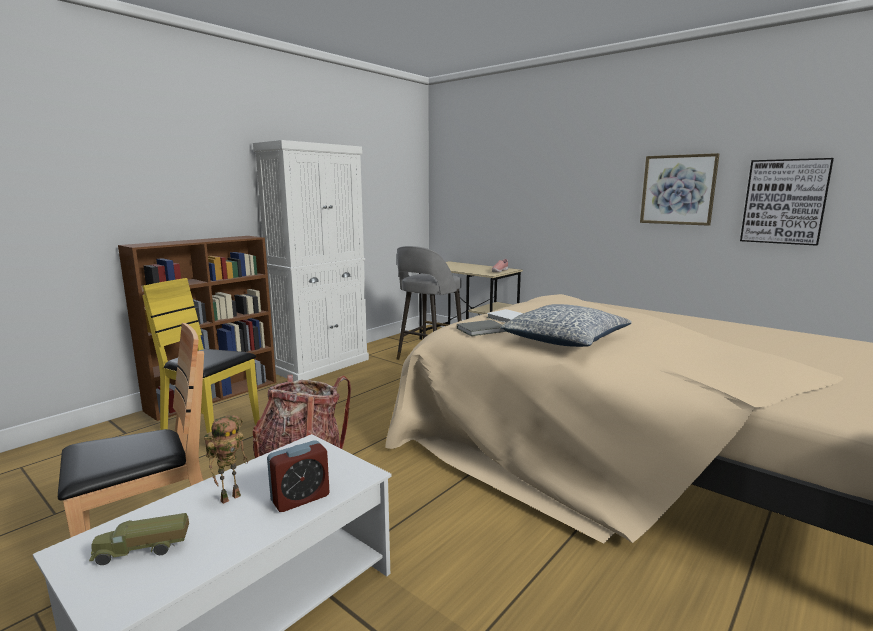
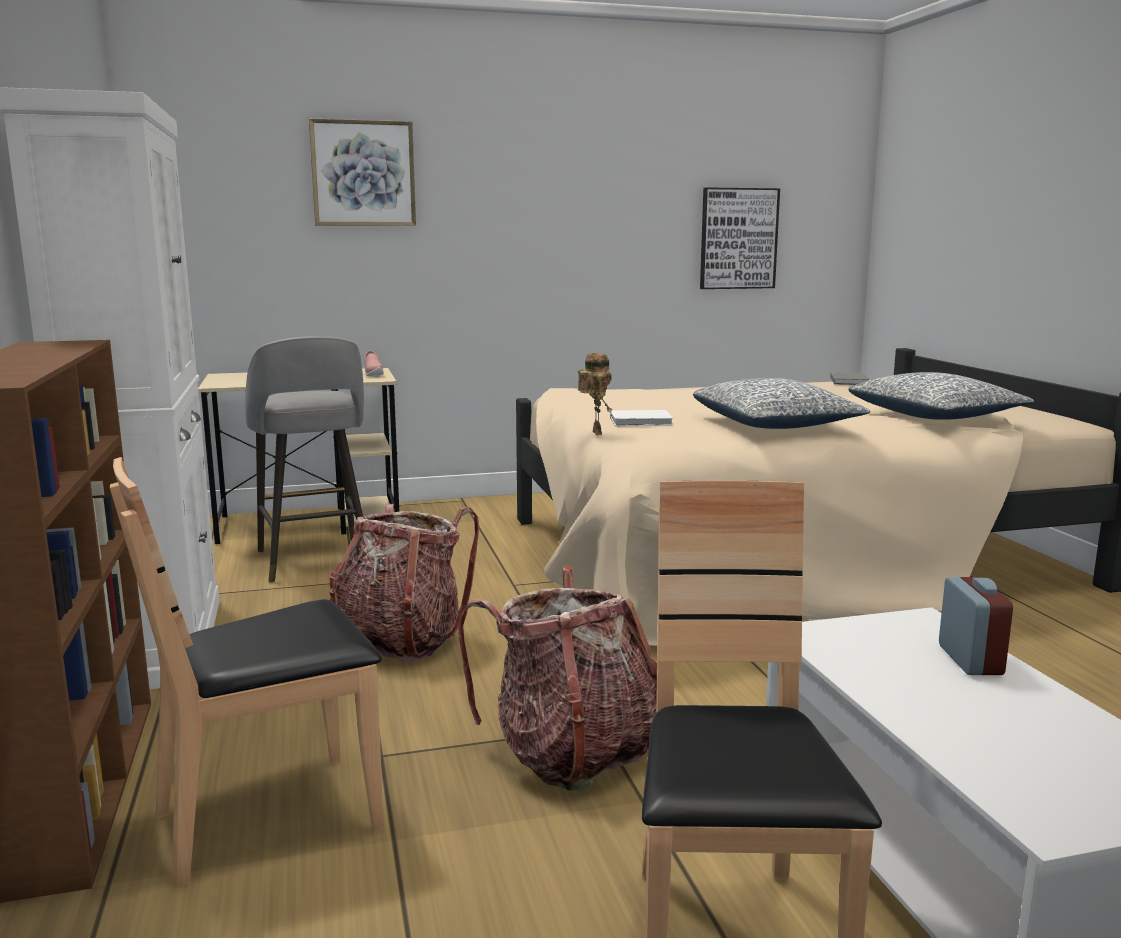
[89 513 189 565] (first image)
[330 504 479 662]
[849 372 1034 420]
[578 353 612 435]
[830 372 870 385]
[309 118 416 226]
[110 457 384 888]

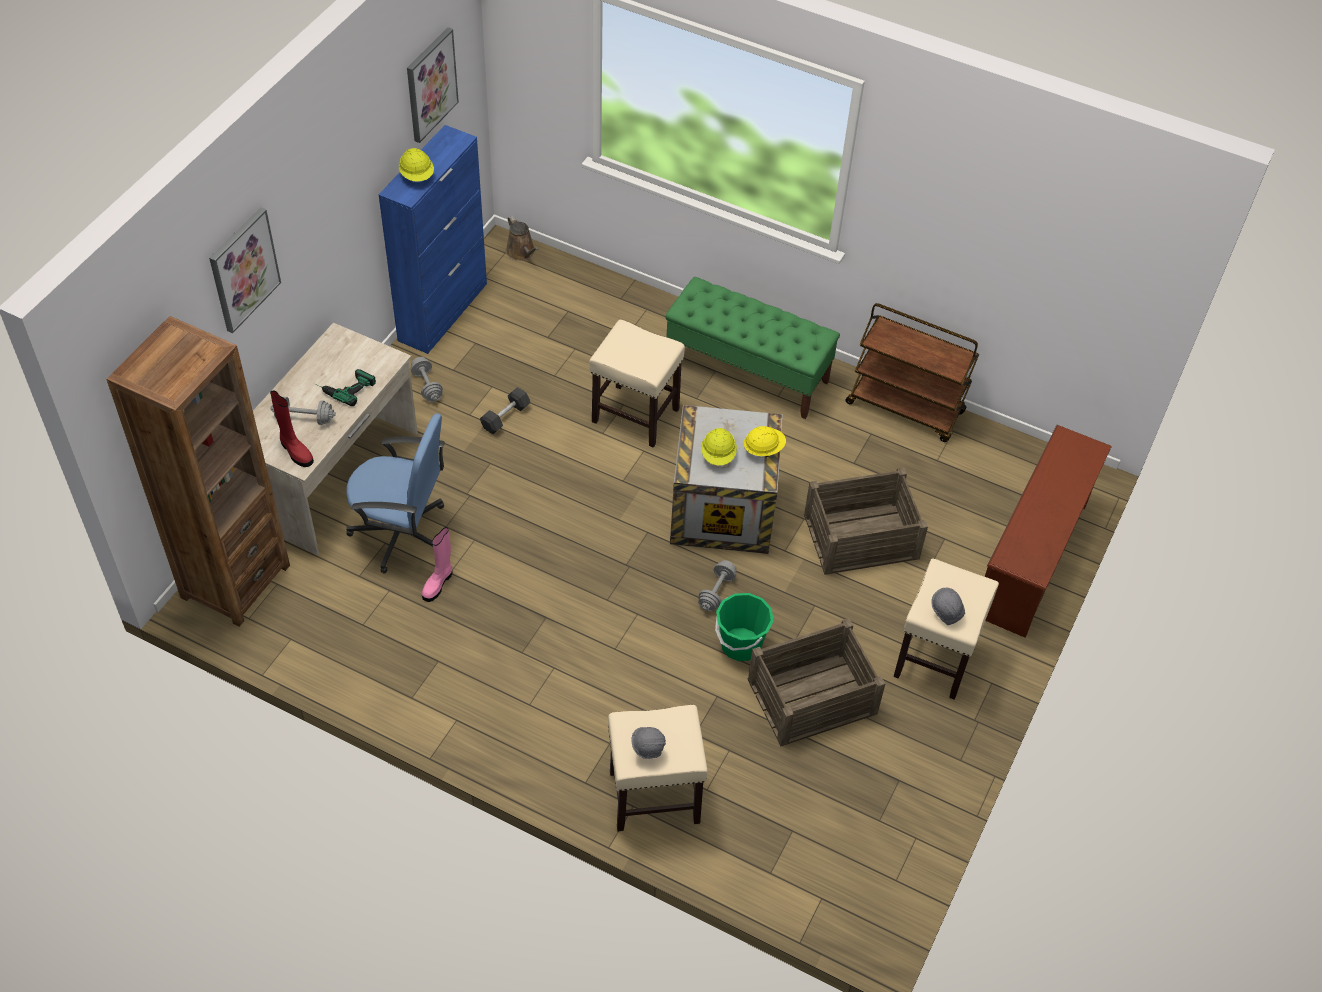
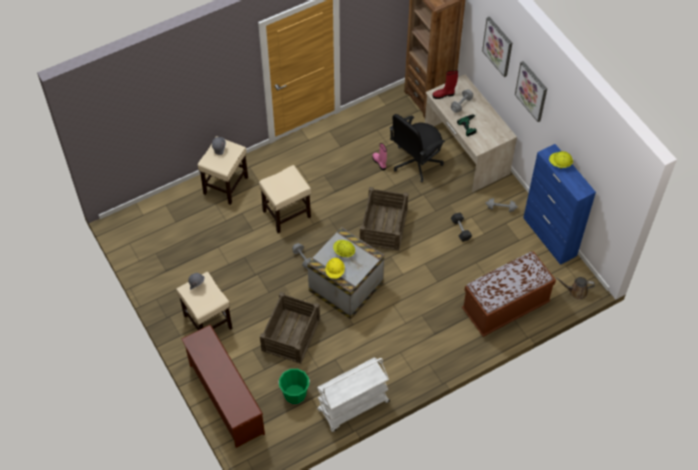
[665 277 840 419] (first image)
[462 251 556 337]
[515 61 547 122]
[259 165 311 233]
[278 369 310 404]
[360 187 409 251]
[389 114 445 183]
[317 358 390 432]

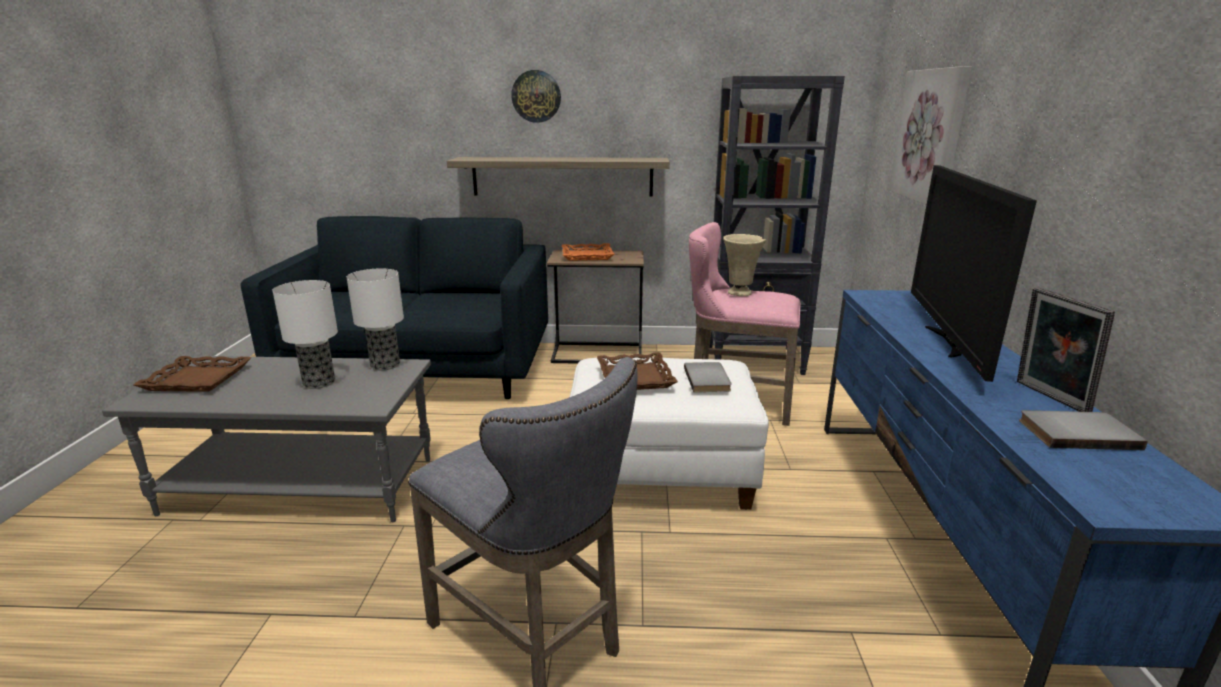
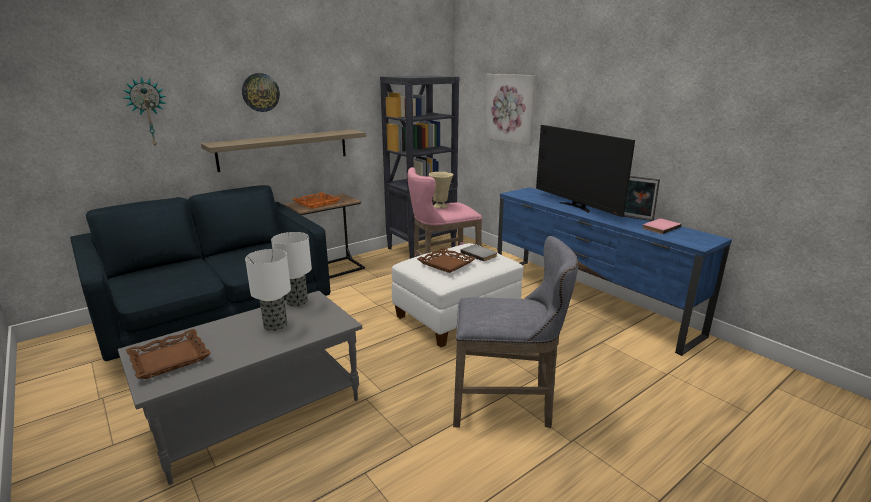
[123 77 166 148]
[642 218 682 234]

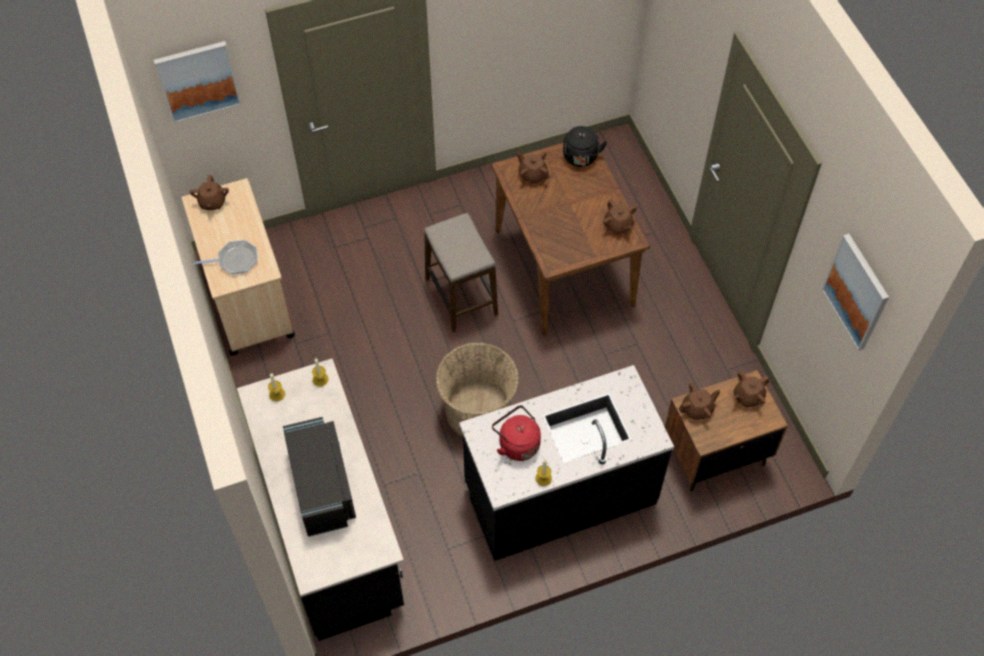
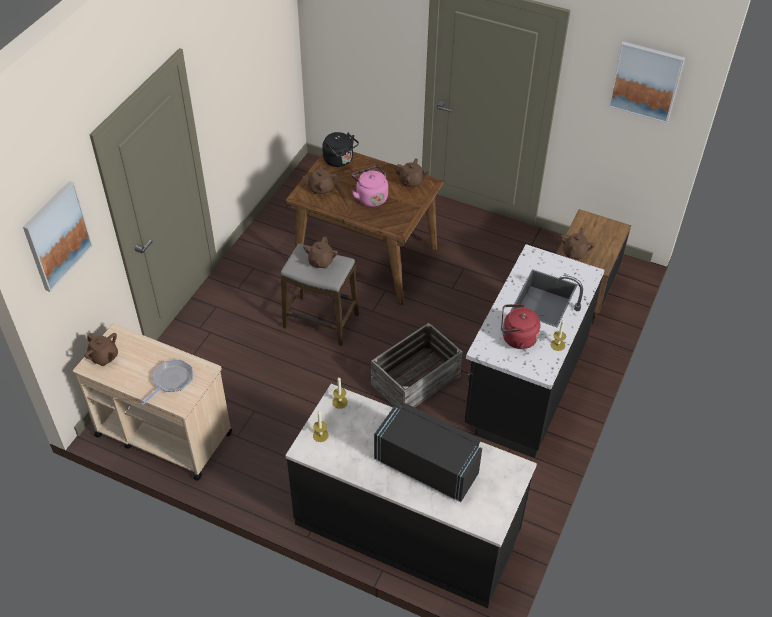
[352 166 388 207]
[303 237 338 269]
[371 323 463 409]

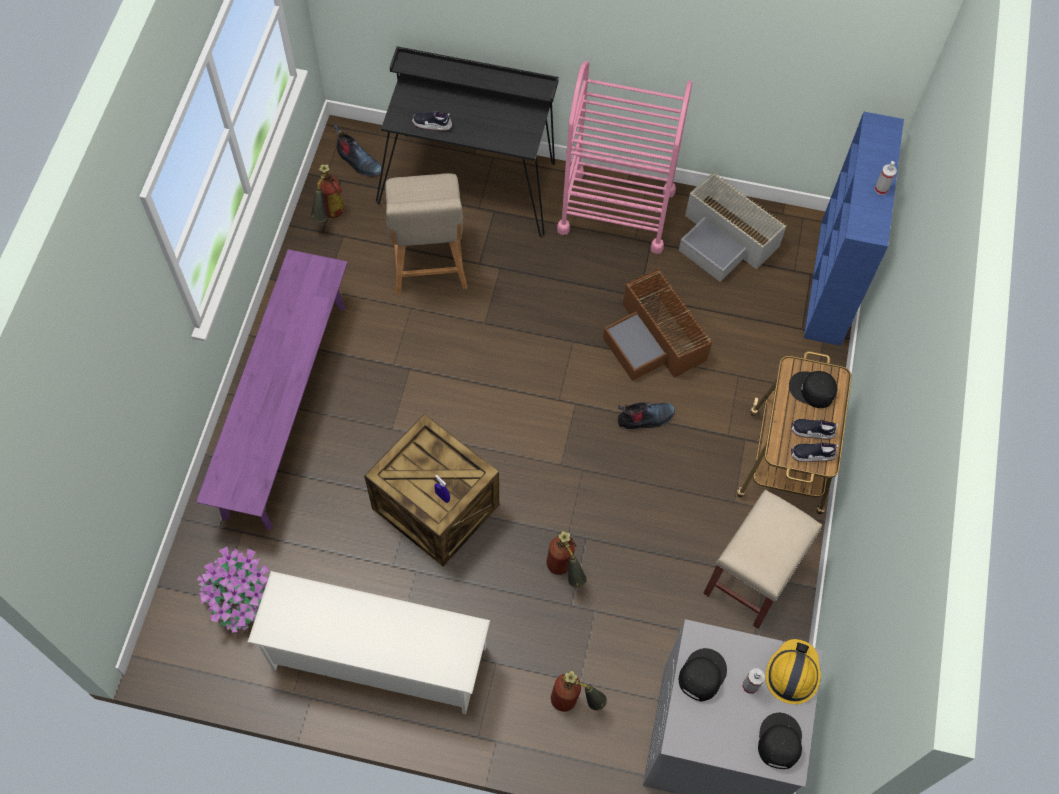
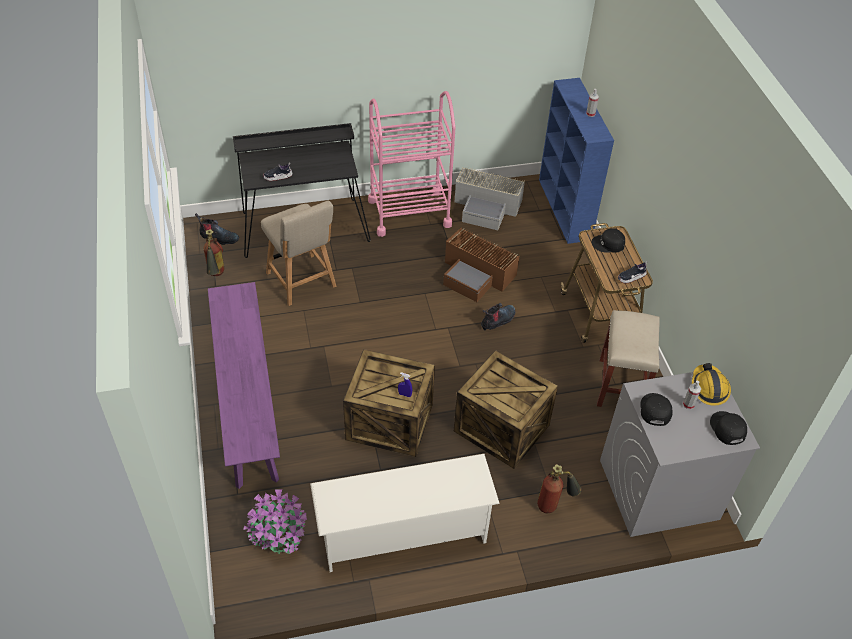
[791 419 838 440] (first image)
[454 350 558 469]

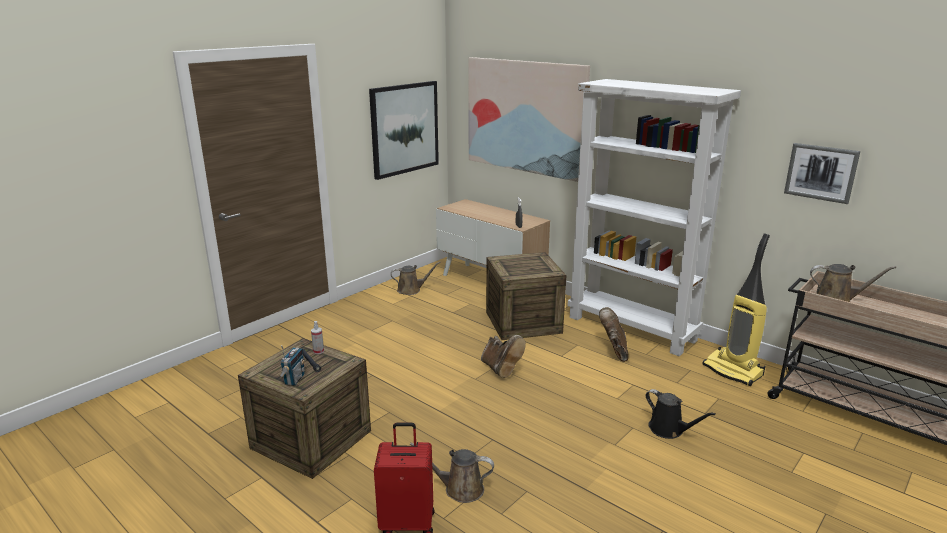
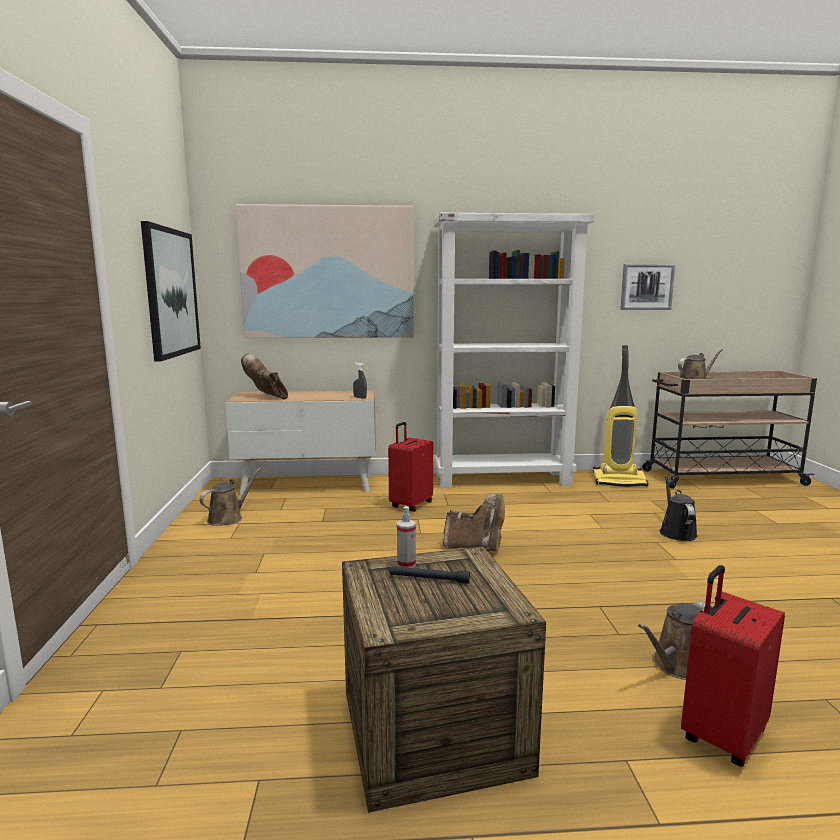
[279 345 305 386] (first image)
[241 353 288 399]
[388 422 433 512]
[660 475 698 541]

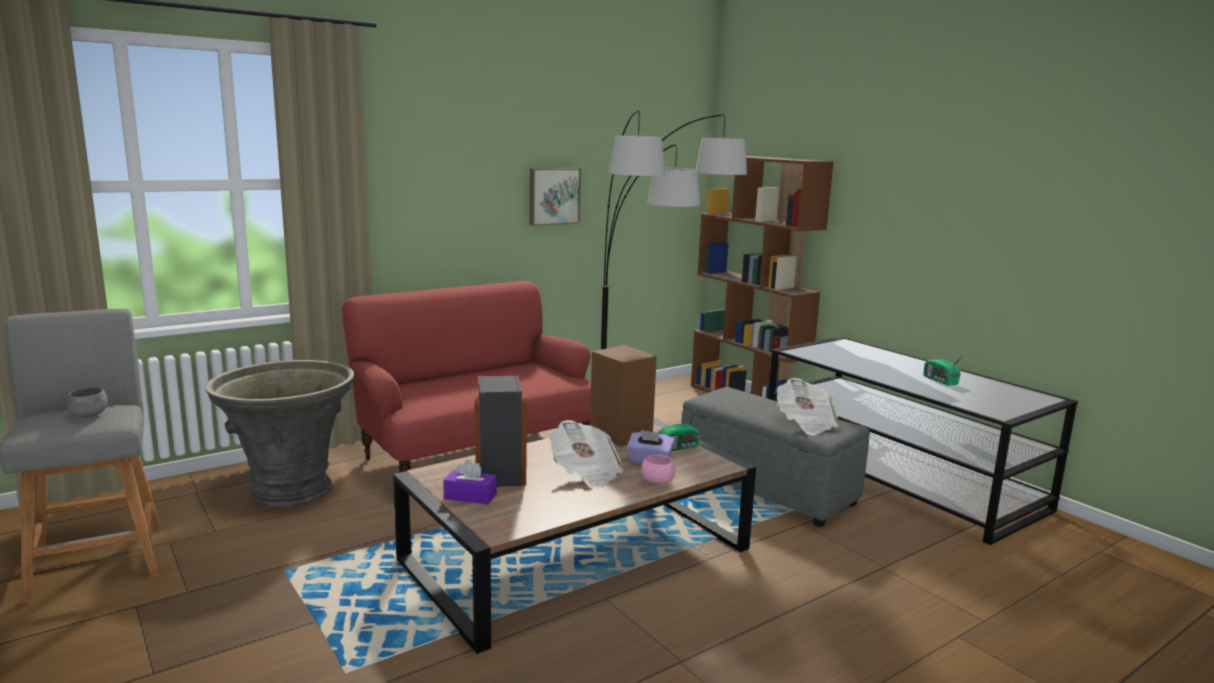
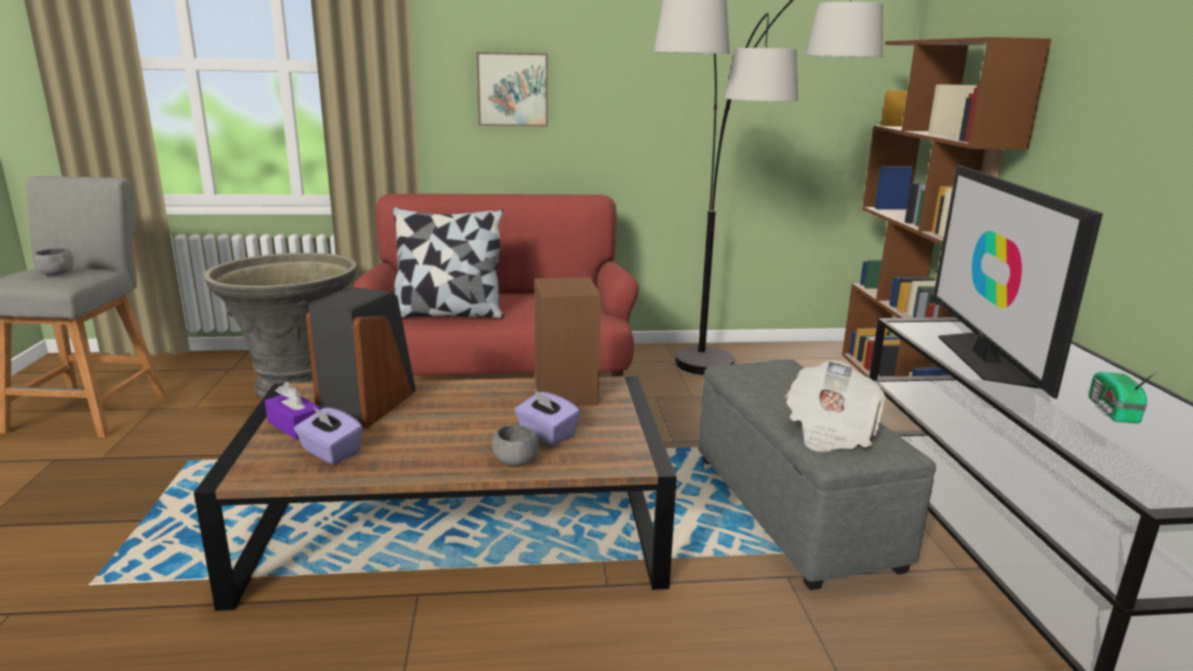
[549 420 624 489] (first image)
[658 404 700 451] (first image)
[294 406 363 465]
[392 207 504 318]
[933 165 1103 398]
[476 52 548 126]
[492 425 539 466]

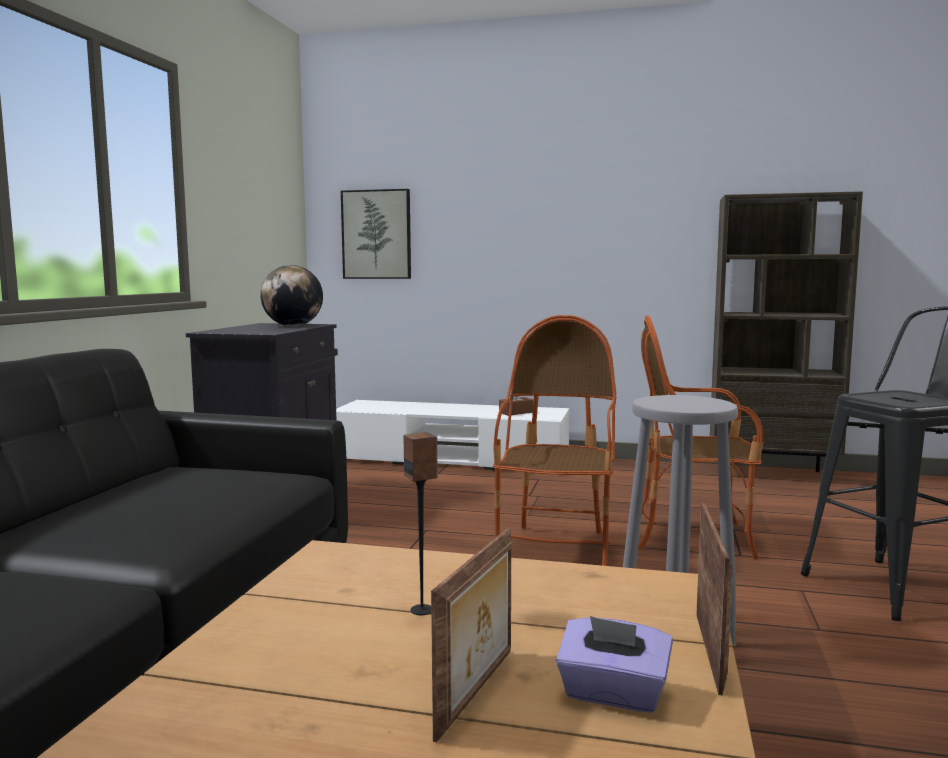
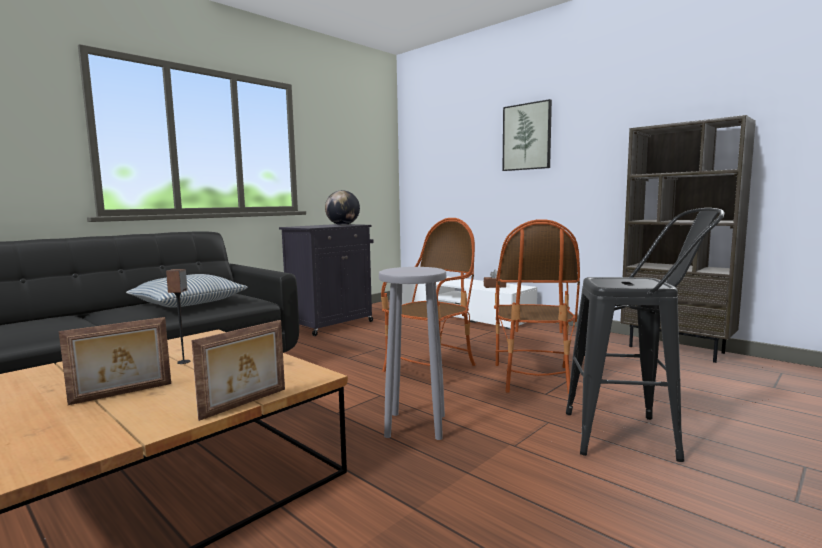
[556 616 673 713] (first image)
[126 274 248 308]
[503 99 552 171]
[494 220 580 395]

